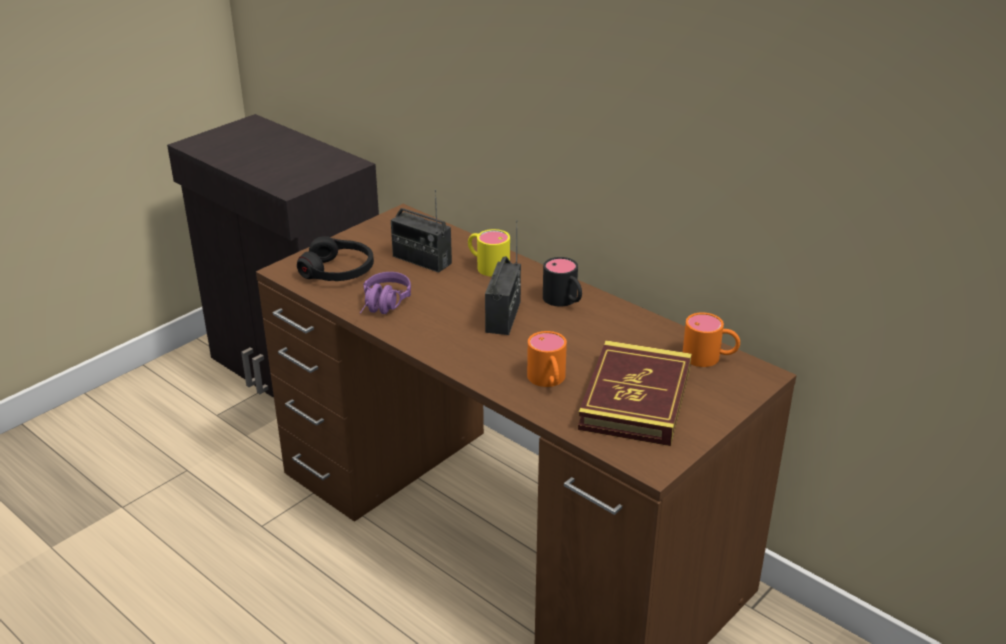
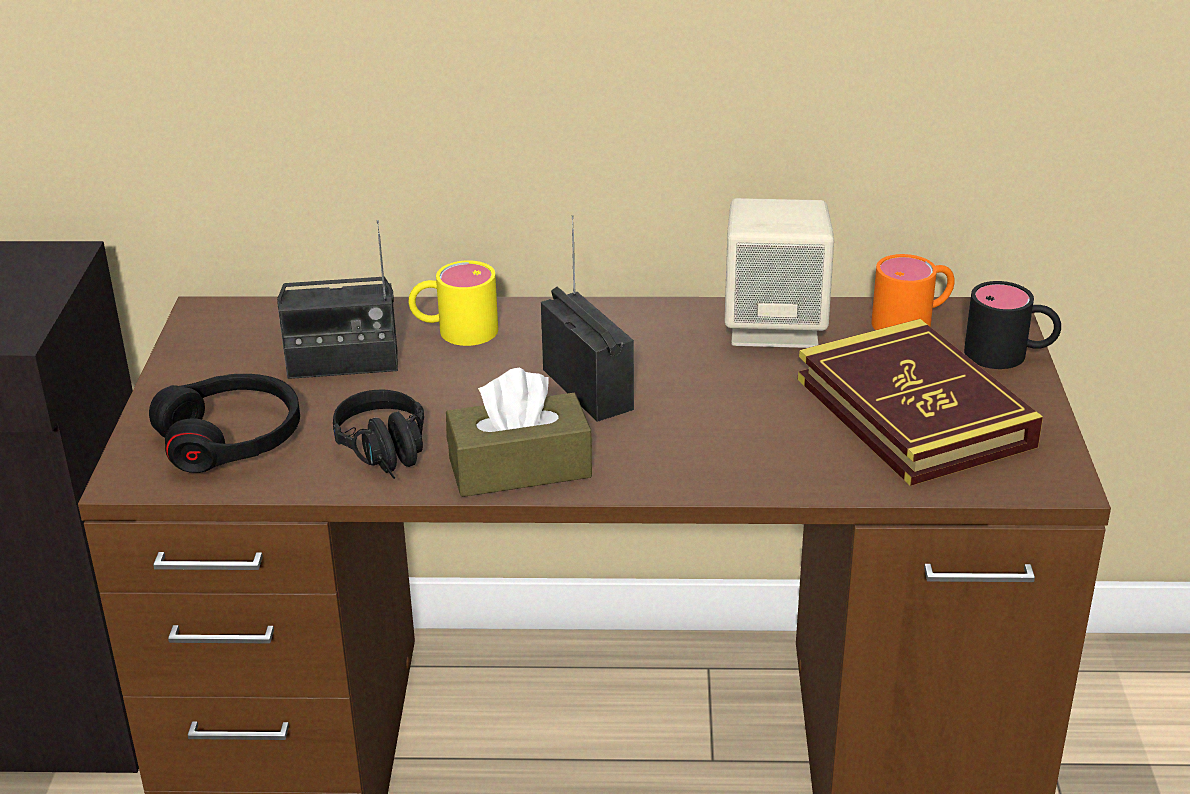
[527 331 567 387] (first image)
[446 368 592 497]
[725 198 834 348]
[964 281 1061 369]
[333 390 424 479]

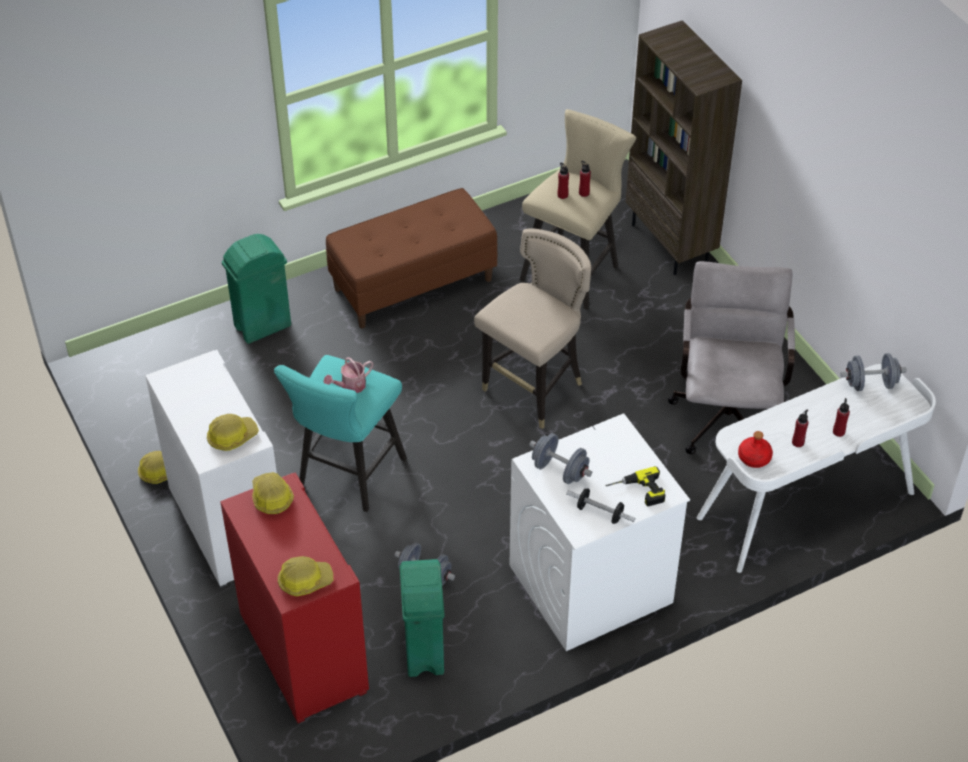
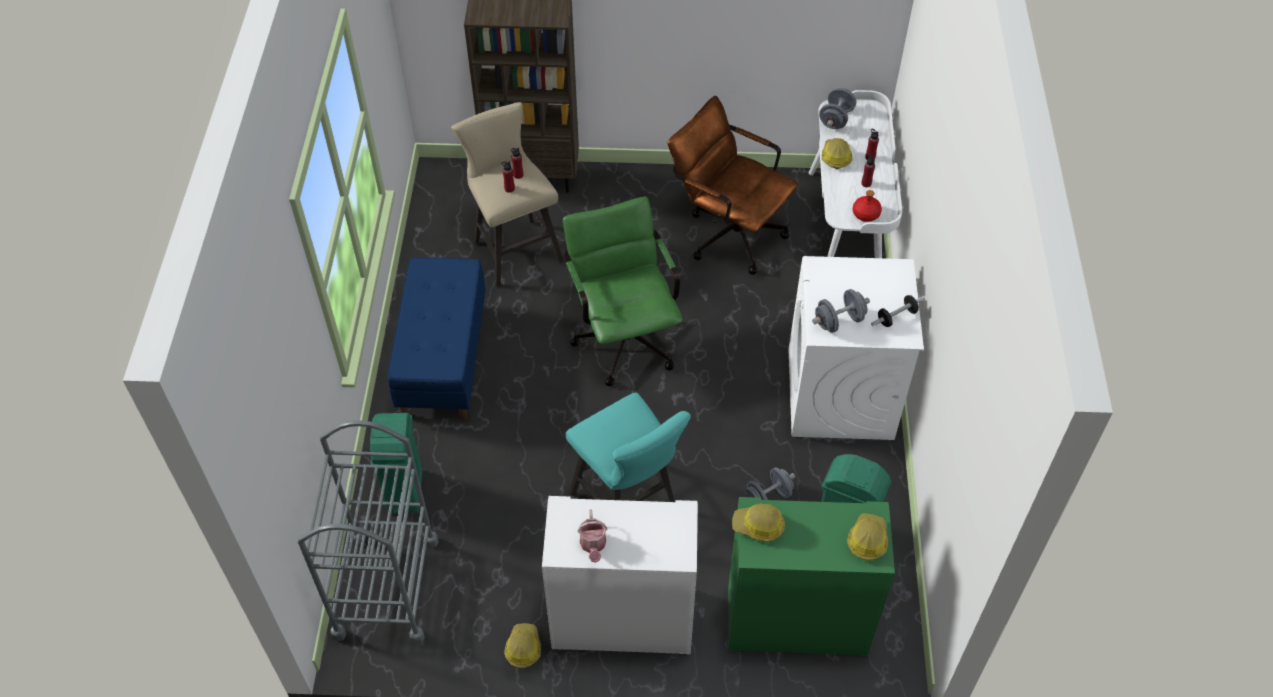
[606 466 665 506] (first image)
[298 420 439 645]
[822 138 853 169]
[577 510 607 563]
[563 197 683 386]
[728 497 895 657]
[388 257 486 420]
[668 96 799 275]

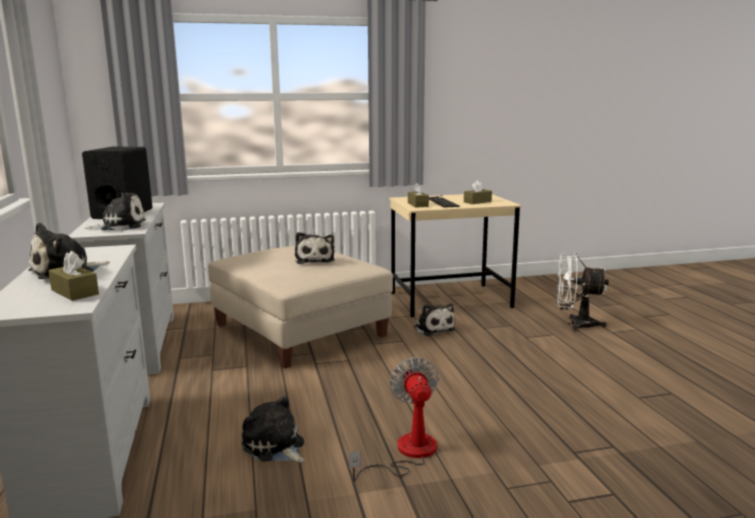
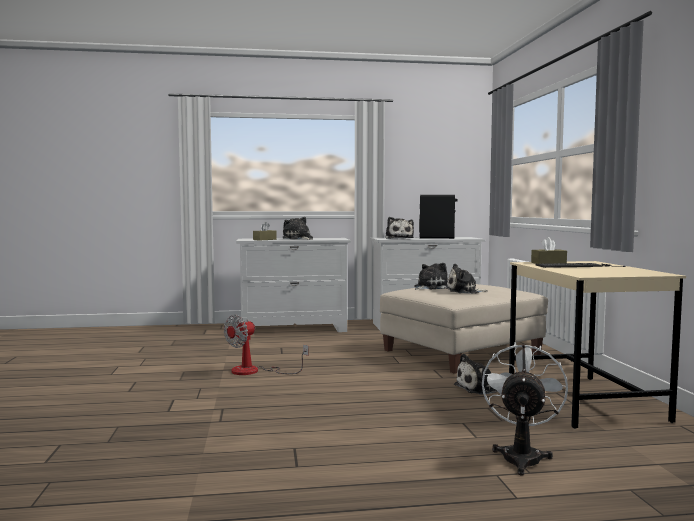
[464 180 492 204] (first image)
[414 263 448 290]
[224 315 308 375]

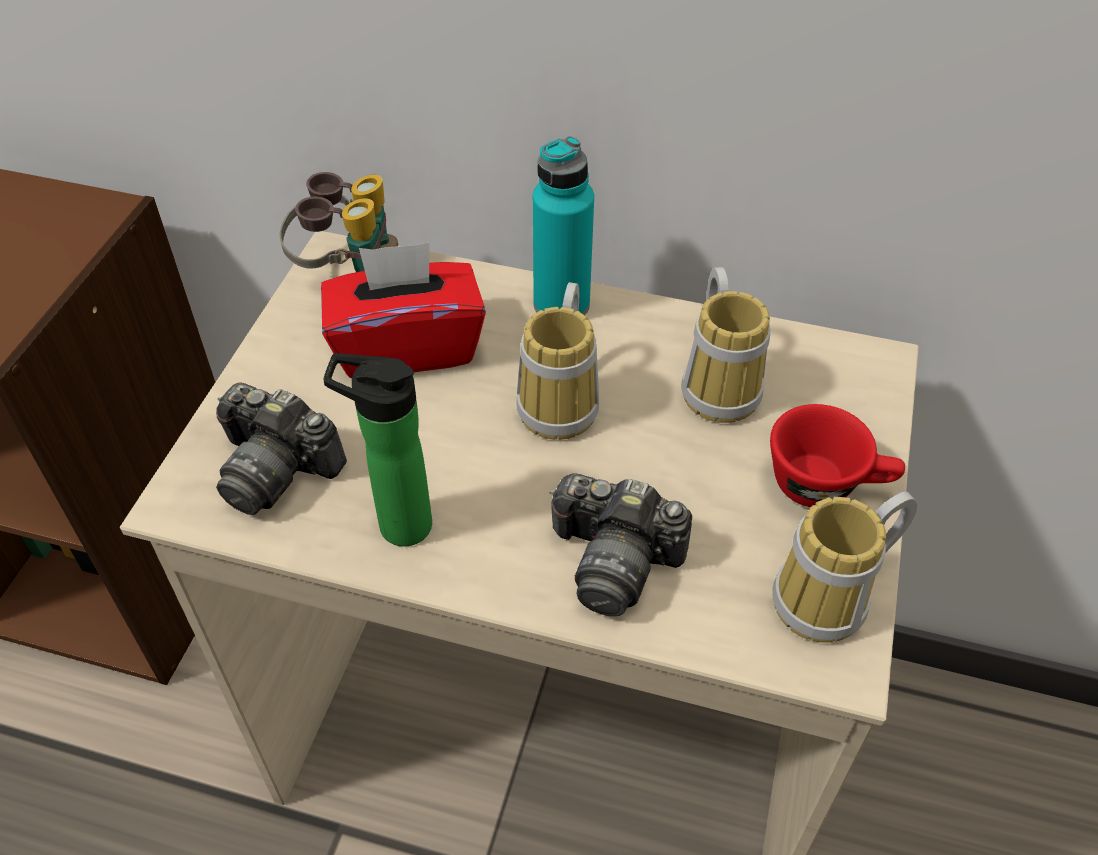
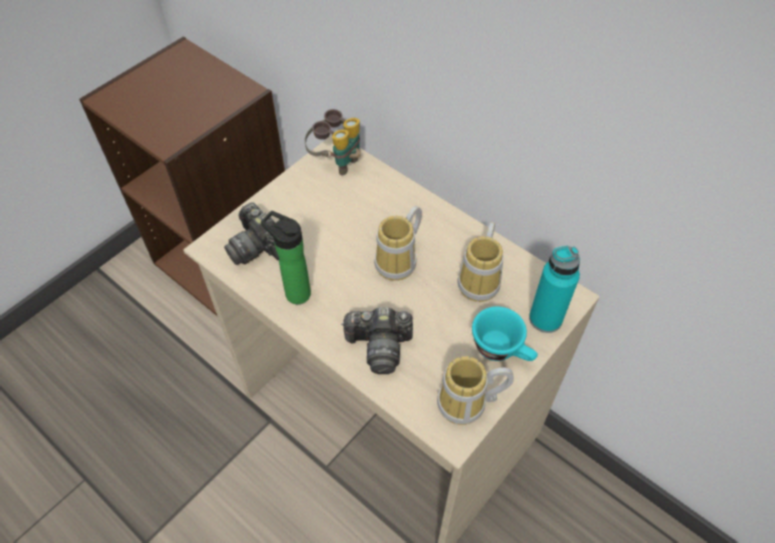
[321 242 486 379] (first image)
[529 246 580 333]
[472 306 538 361]
[341 307 413 374]

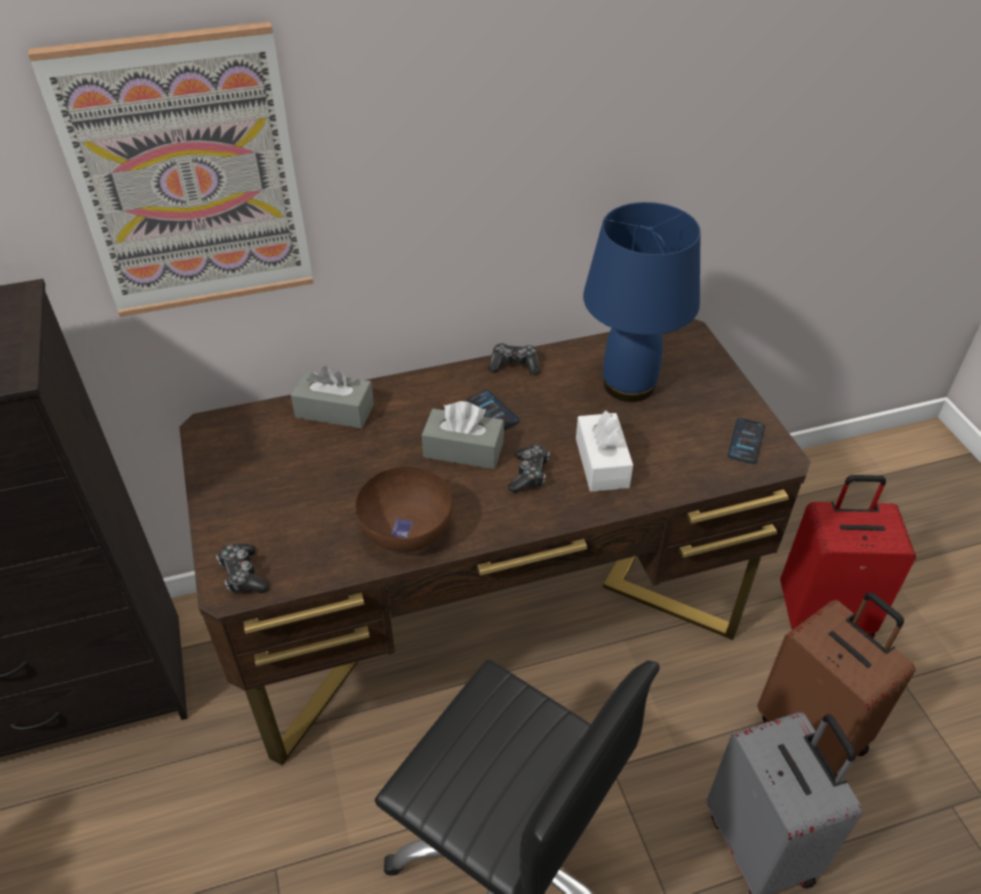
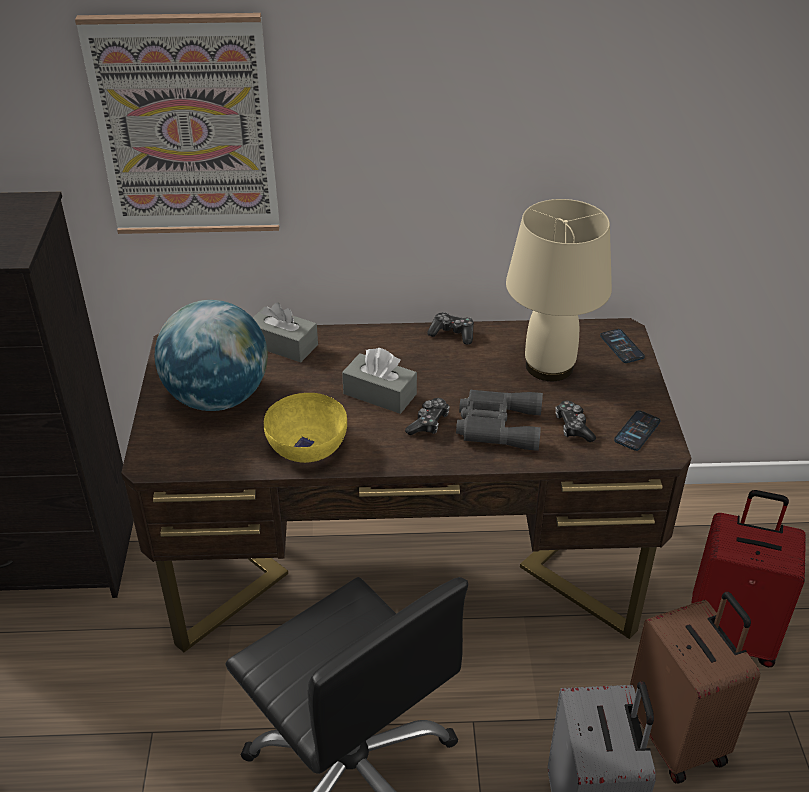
[155 300 268 411]
[555 401 596 442]
[600 329 645 363]
[456 390 543 451]
[264 393 347 463]
[506 199 612 381]

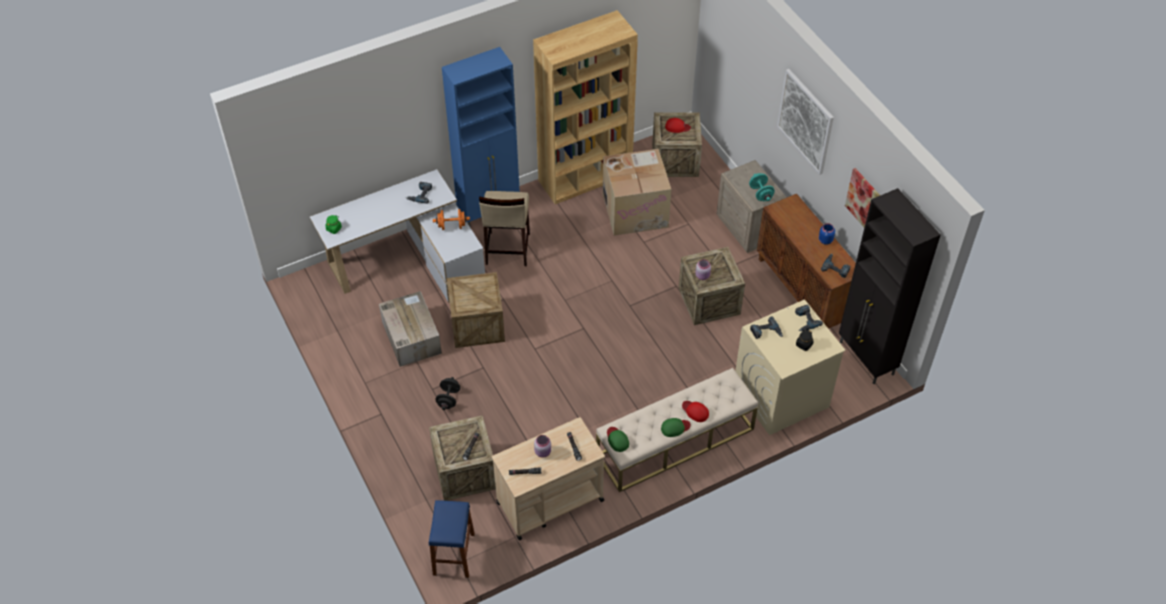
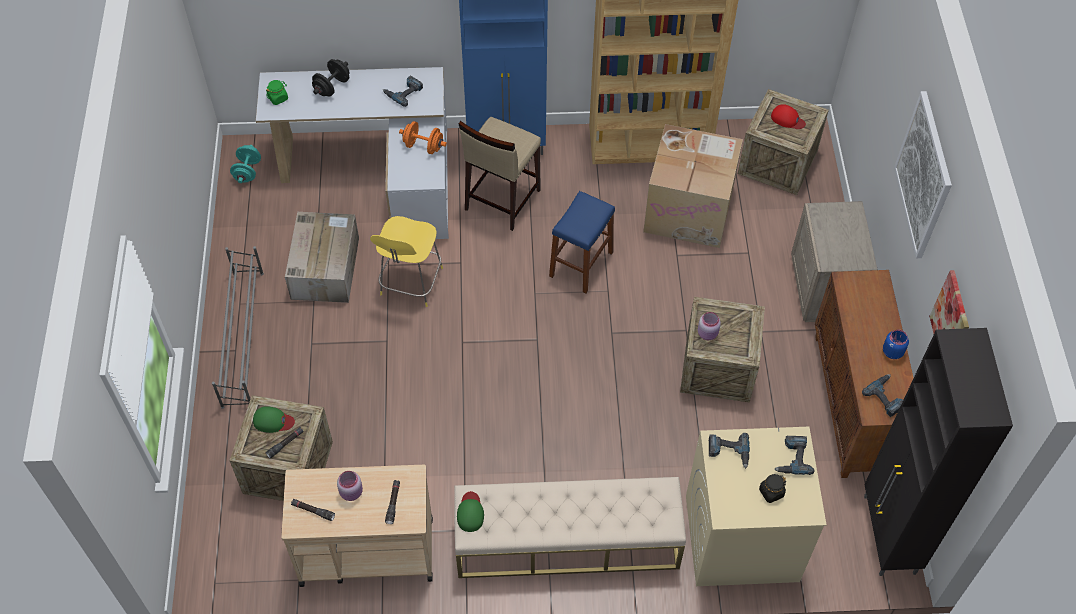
[682 401 709 422] (first image)
[212 246 264 409]
[549 191 615 293]
[312 59 349 96]
[253 406 295 433]
[230 145 261 183]
[370 216 443 307]

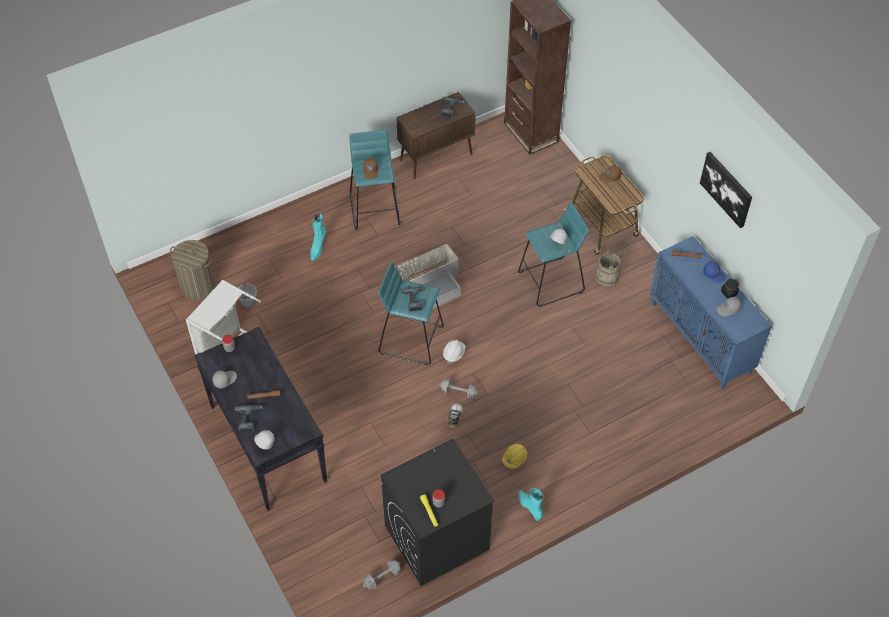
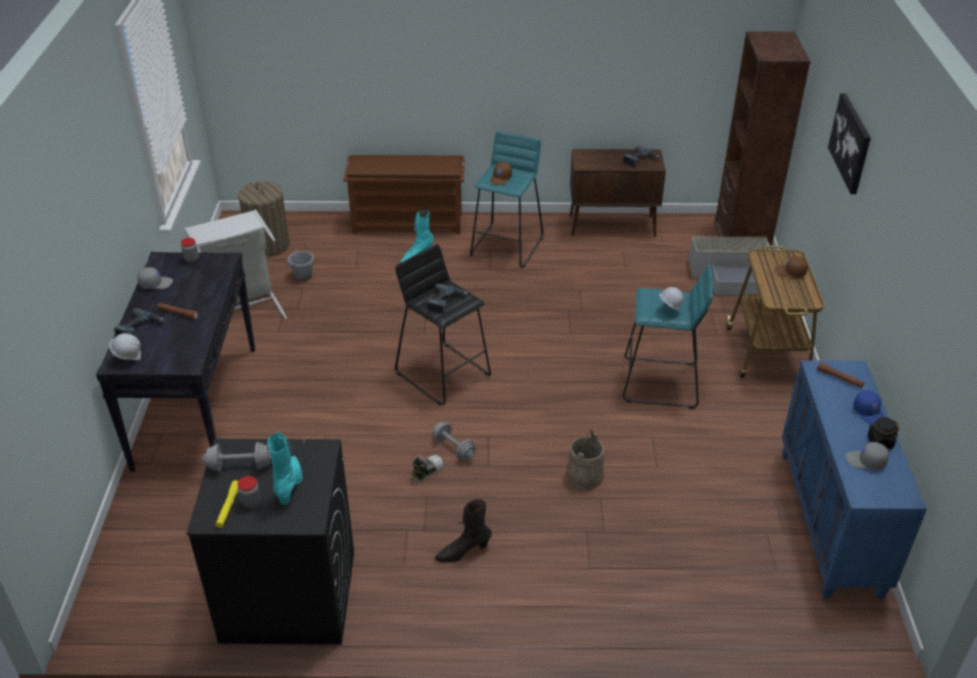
[443 340 466 364] (first image)
[344 155 465 234]
[202 442 271 471]
[688 235 772 295]
[268 432 302 505]
[566 429 604 490]
[828 93 871 194]
[434 499 492 563]
[395 244 491 406]

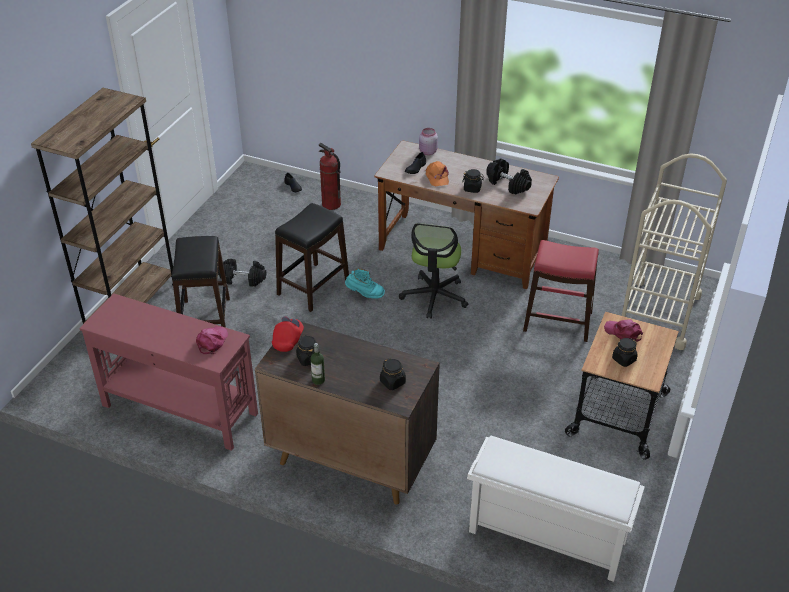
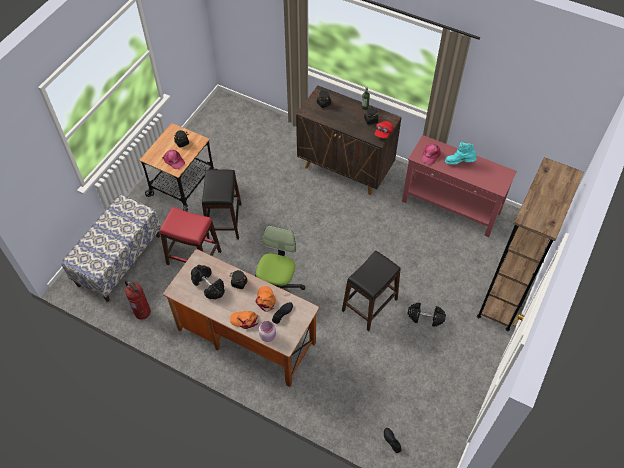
[467 435 645 582] (first image)
[230 311 259 329]
[202 169 241 240]
[125 280 151 320]
[445 142 477 165]
[61 194 161 302]

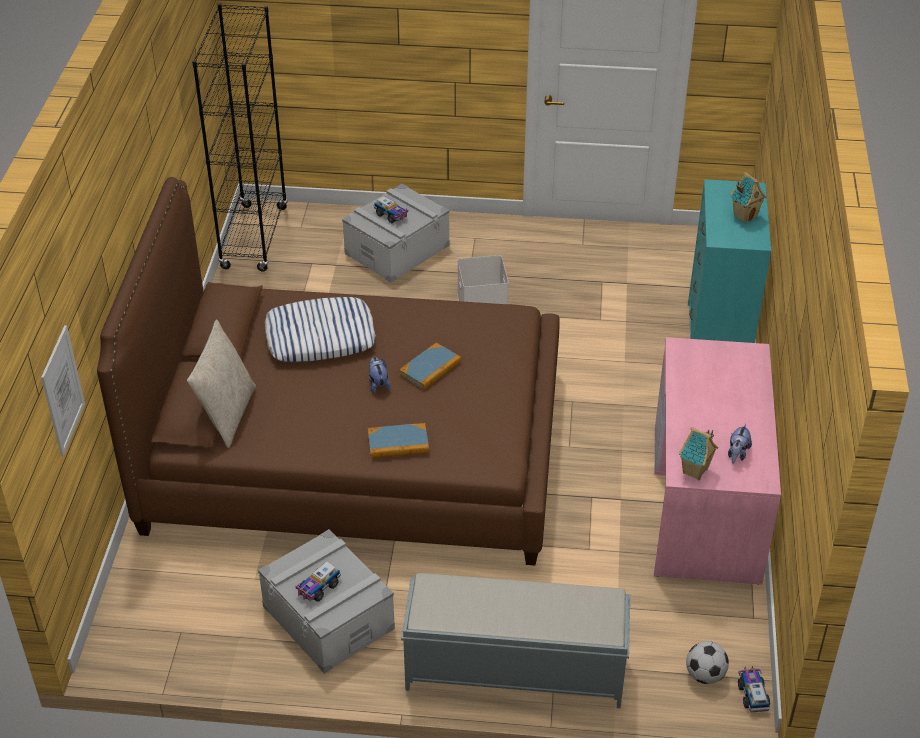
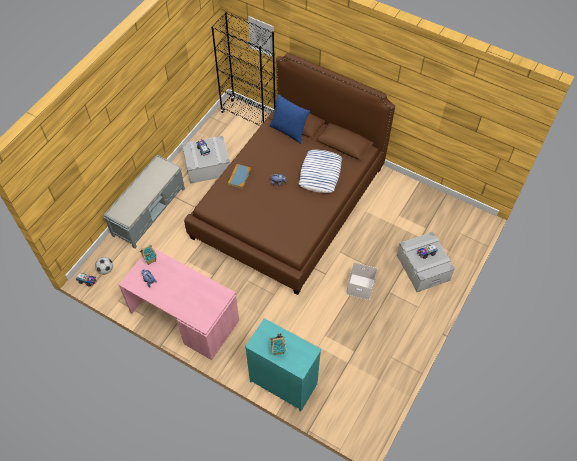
[399 343 461 390] (first image)
[211 12 276 126]
[269 94 310 144]

